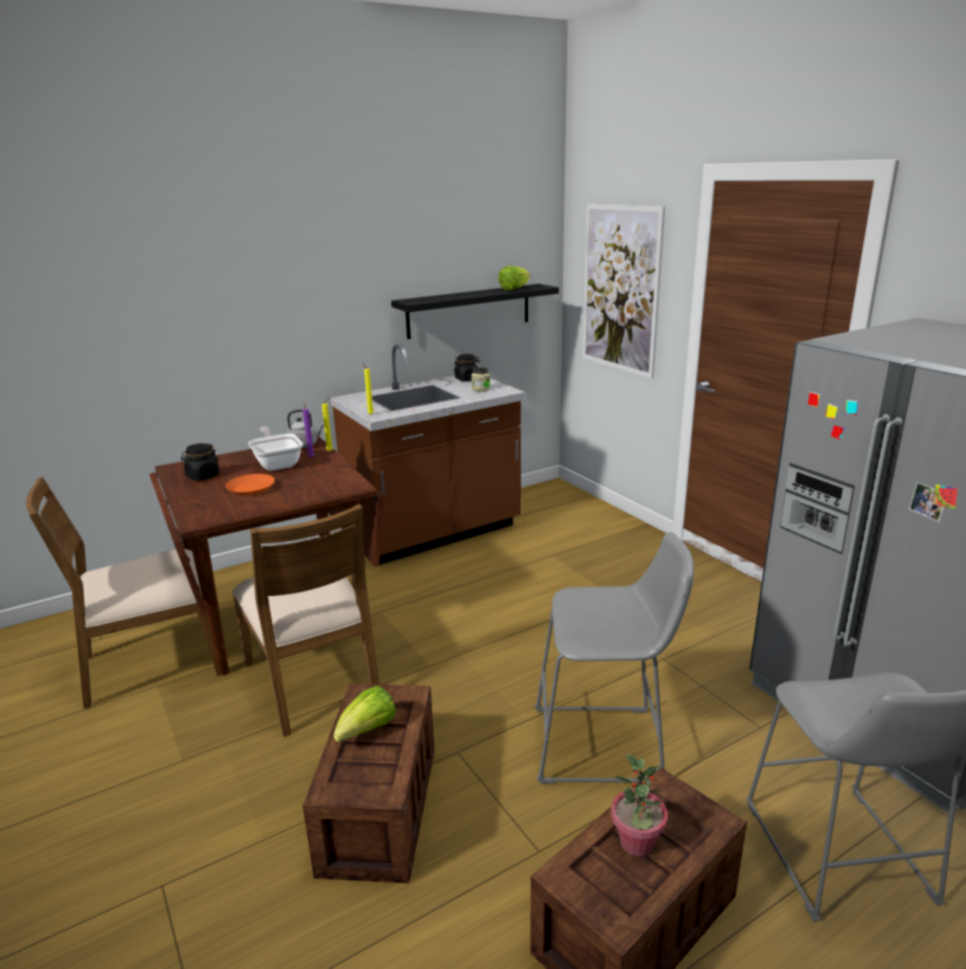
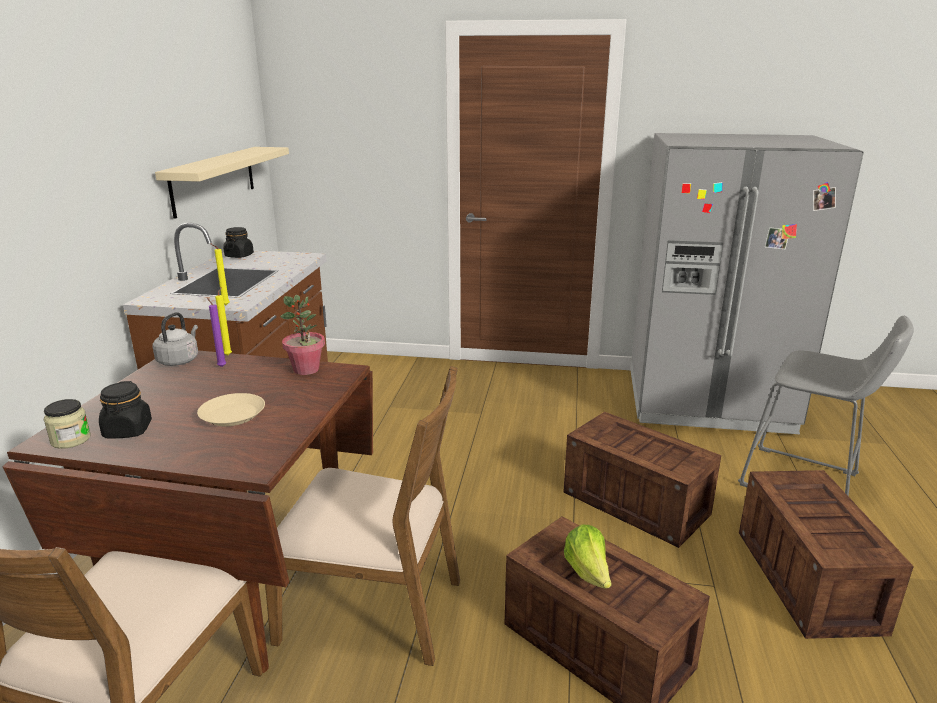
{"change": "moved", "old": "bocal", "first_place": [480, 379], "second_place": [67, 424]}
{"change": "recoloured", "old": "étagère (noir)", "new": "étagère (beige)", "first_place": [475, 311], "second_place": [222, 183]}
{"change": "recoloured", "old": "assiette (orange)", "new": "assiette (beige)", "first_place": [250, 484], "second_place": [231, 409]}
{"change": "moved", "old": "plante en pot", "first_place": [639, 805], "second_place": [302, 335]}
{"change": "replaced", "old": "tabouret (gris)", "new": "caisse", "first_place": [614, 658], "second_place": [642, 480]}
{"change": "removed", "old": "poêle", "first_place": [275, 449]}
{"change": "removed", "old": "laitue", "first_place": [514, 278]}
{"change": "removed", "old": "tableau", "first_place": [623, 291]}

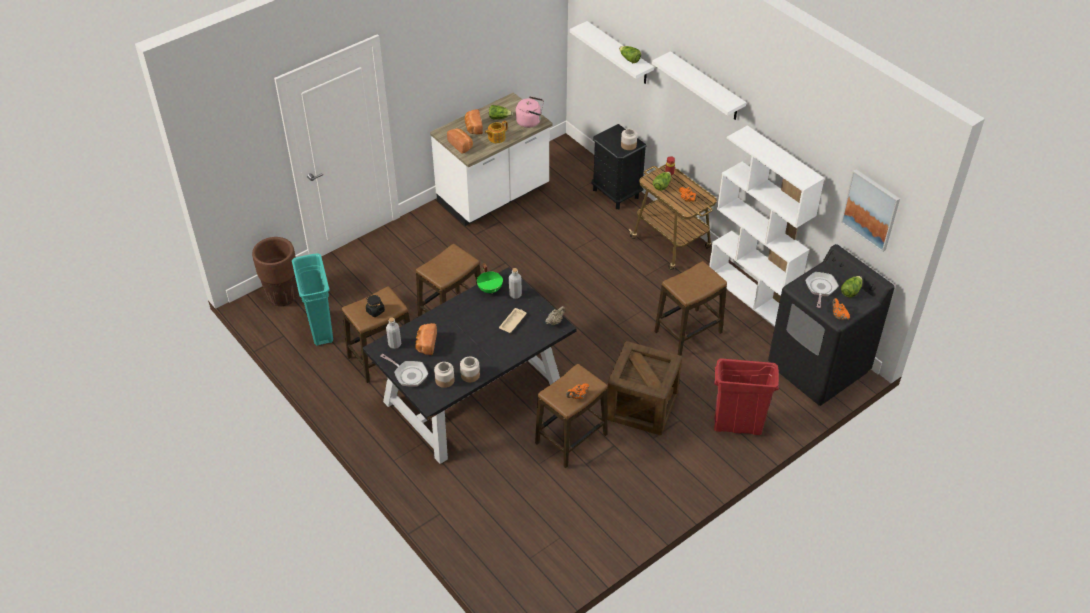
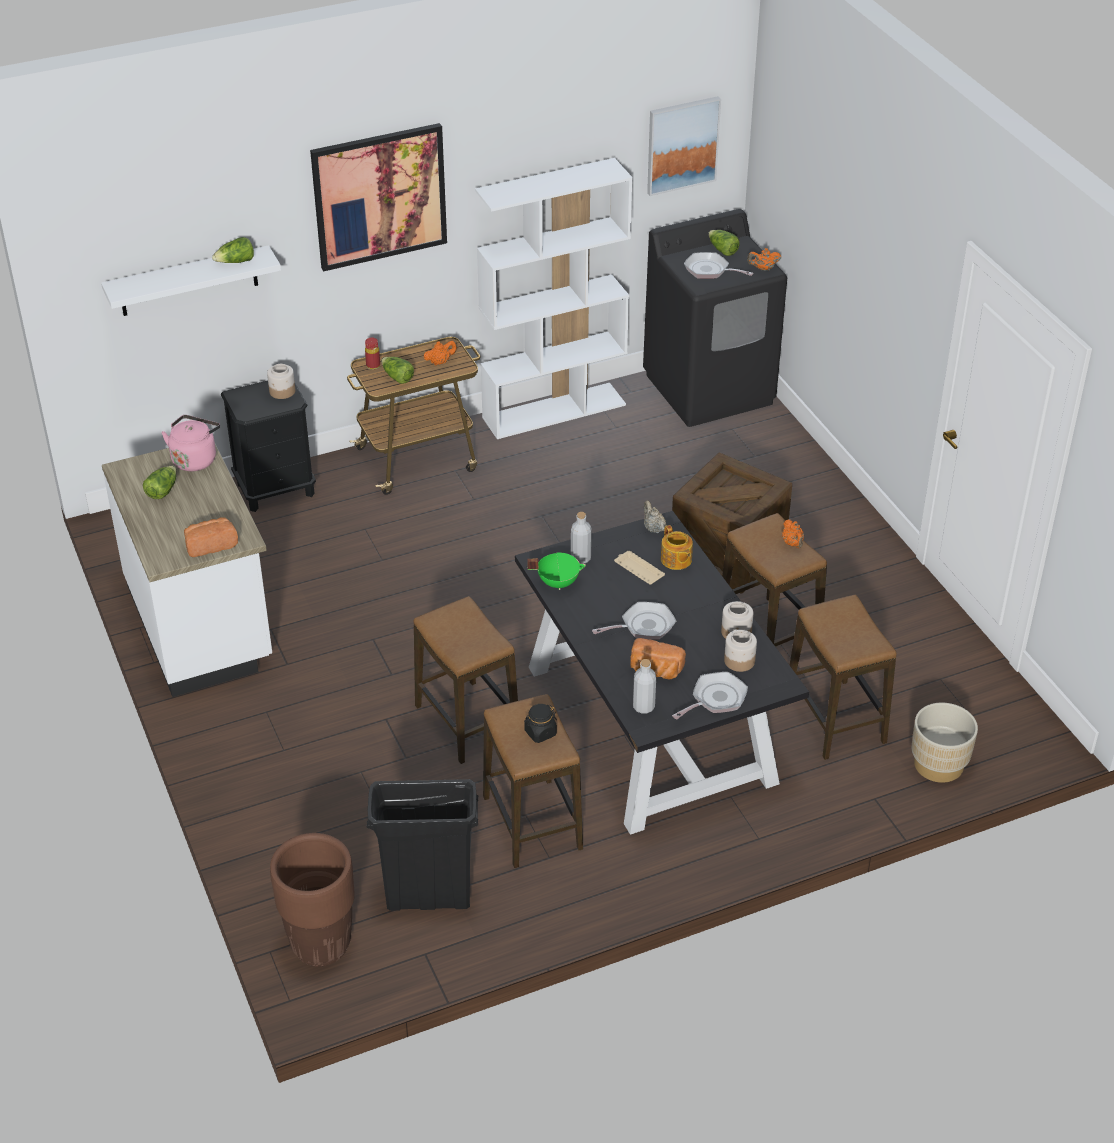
{"change": "replaced", "old": "étagère (blanc)", "new": "tableau", "first_place": [699, 85], "second_place": [378, 197]}
{"change": "recoloured", "old": "poubelle (turquoise)", "new": "poubelle (noir)", "first_place": [312, 299], "second_place": [422, 845]}
{"change": "added", "new": "poêle", "second_place": [634, 621]}
{"change": "moved", "old": "théière", "first_place": [496, 132], "second_place": [677, 547]}
{"change": "moved", "old": "tabouret", "first_place": [690, 308], "second_place": [843, 677]}
{"change": "added", "new": "cache-pot (beige)", "second_place": [945, 743]}
{"change": "removed", "old": "pain", "first_place": [473, 122]}
{"change": "removed", "old": "poubelle (rouge)", "first_place": [746, 396]}

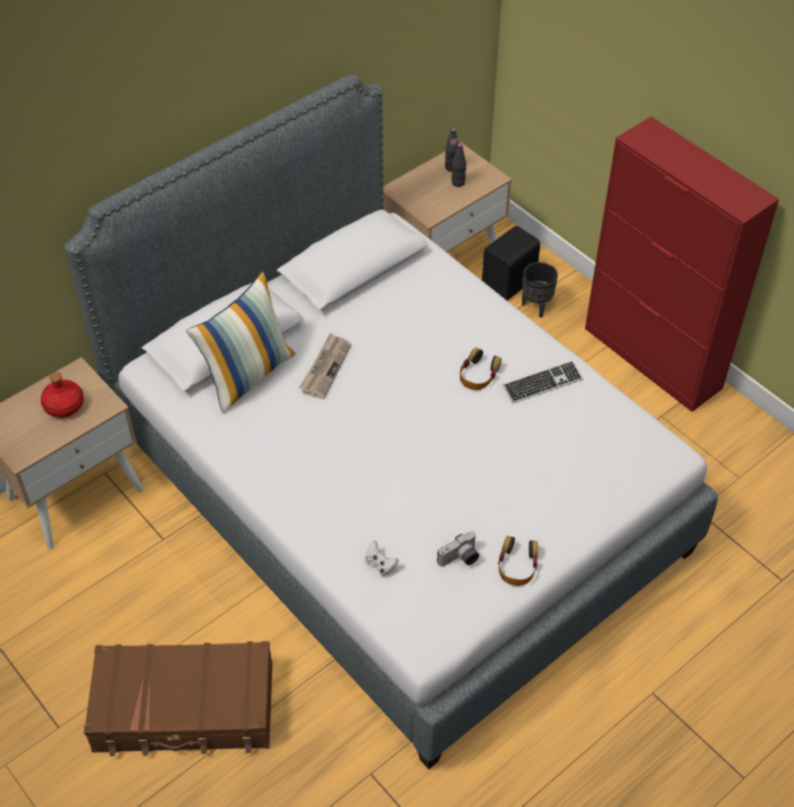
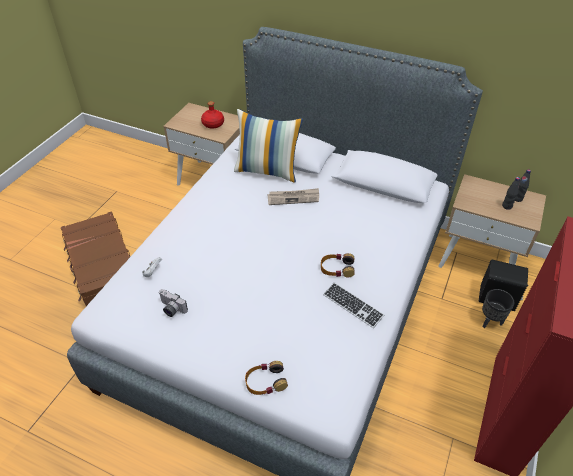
{"change": "moved", "old": "casque audio", "first_place": [518, 561], "second_place": [266, 378]}

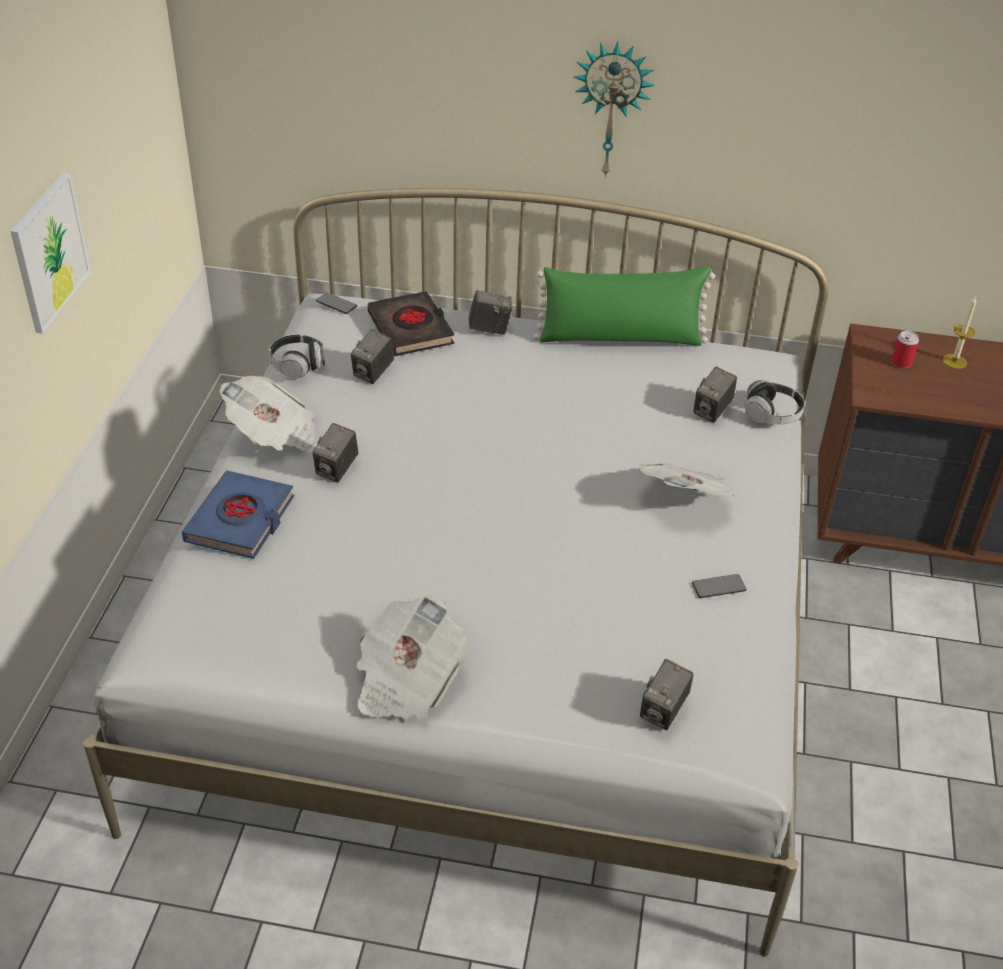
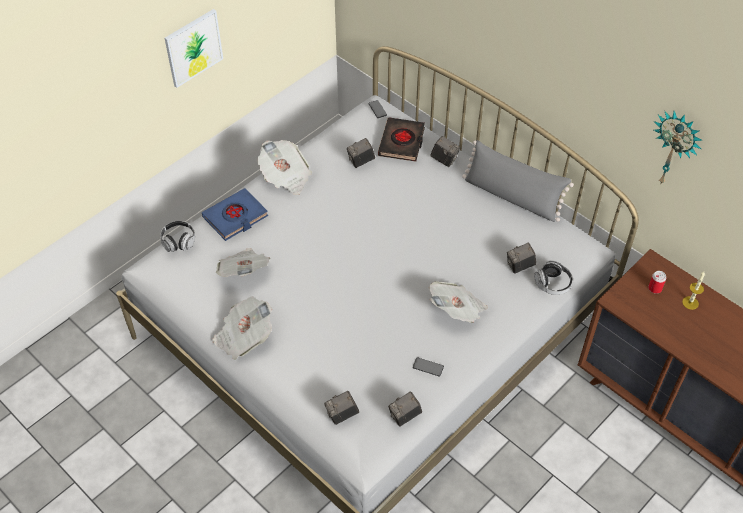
{"change": "moved", "old": "casque audio", "first_place": [297, 356], "second_place": [177, 236]}
{"change": "added", "new": "journal", "second_place": [243, 262]}
{"change": "moved", "old": "appareil photo", "first_place": [335, 452], "second_place": [405, 409]}
{"change": "recoloured", "old": "coussin (vert)", "new": "coussin (gris)", "first_place": [624, 306], "second_place": [518, 181]}
{"change": "moved", "old": "horloge murale", "first_place": [614, 109], "second_place": [678, 148]}

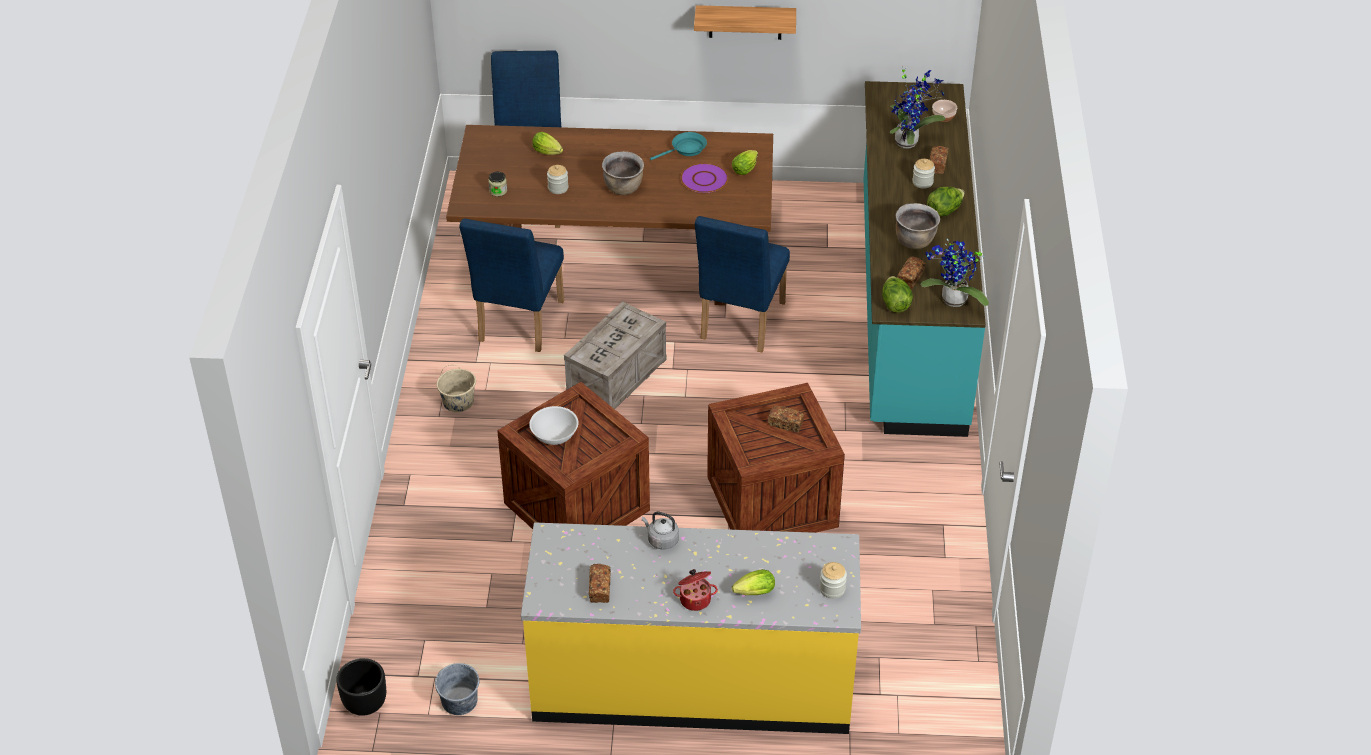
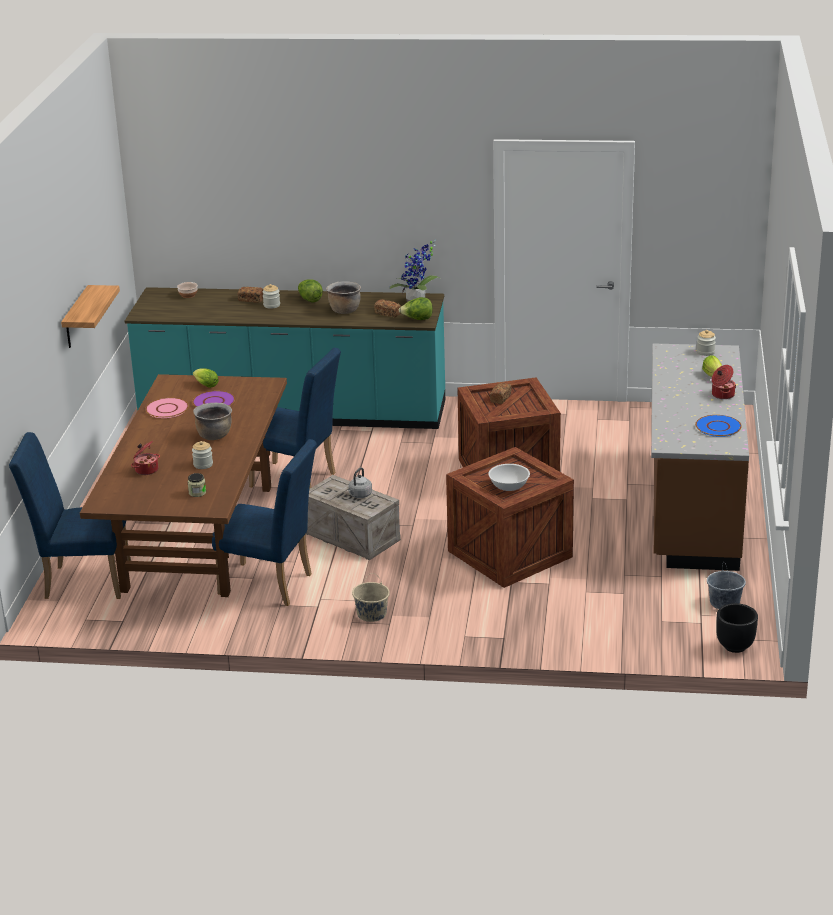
{"change": "replaced", "old": "laitue", "new": "marmite", "first_place": [547, 143], "second_place": [145, 458]}
{"change": "replaced", "old": "poêle (turquoise)", "new": "assiette (rose)", "first_place": [678, 146], "second_place": [166, 408]}
{"change": "moved", "old": "bouilloire (gris)", "first_place": [660, 530], "second_place": [360, 482]}
{"change": "recoloured", "old": "comptoir de cuisine (jaune)", "new": "comptoir de cuisine (marron)", "first_place": [691, 628], "second_place": [700, 457]}
{"change": "replaced", "old": "pain", "new": "assiette (bleu)", "first_place": [600, 583], "second_place": [718, 426]}
{"change": "removed", "old": "plante en pot", "first_place": [917, 106]}

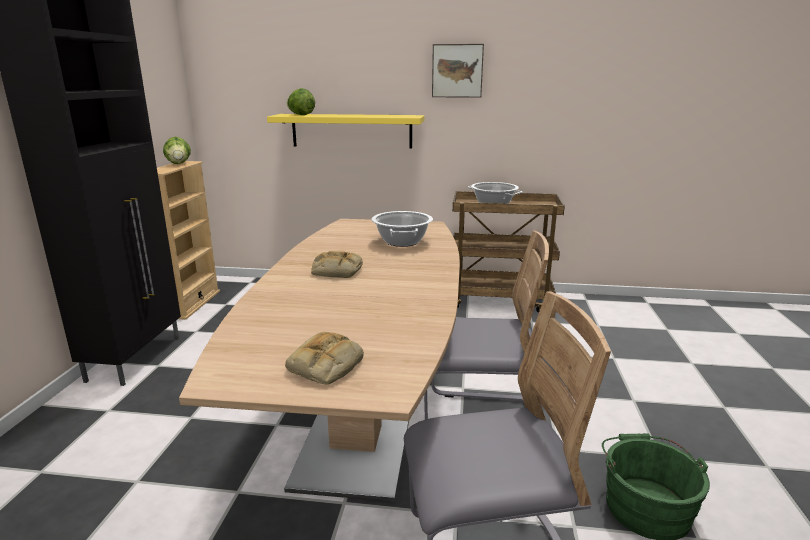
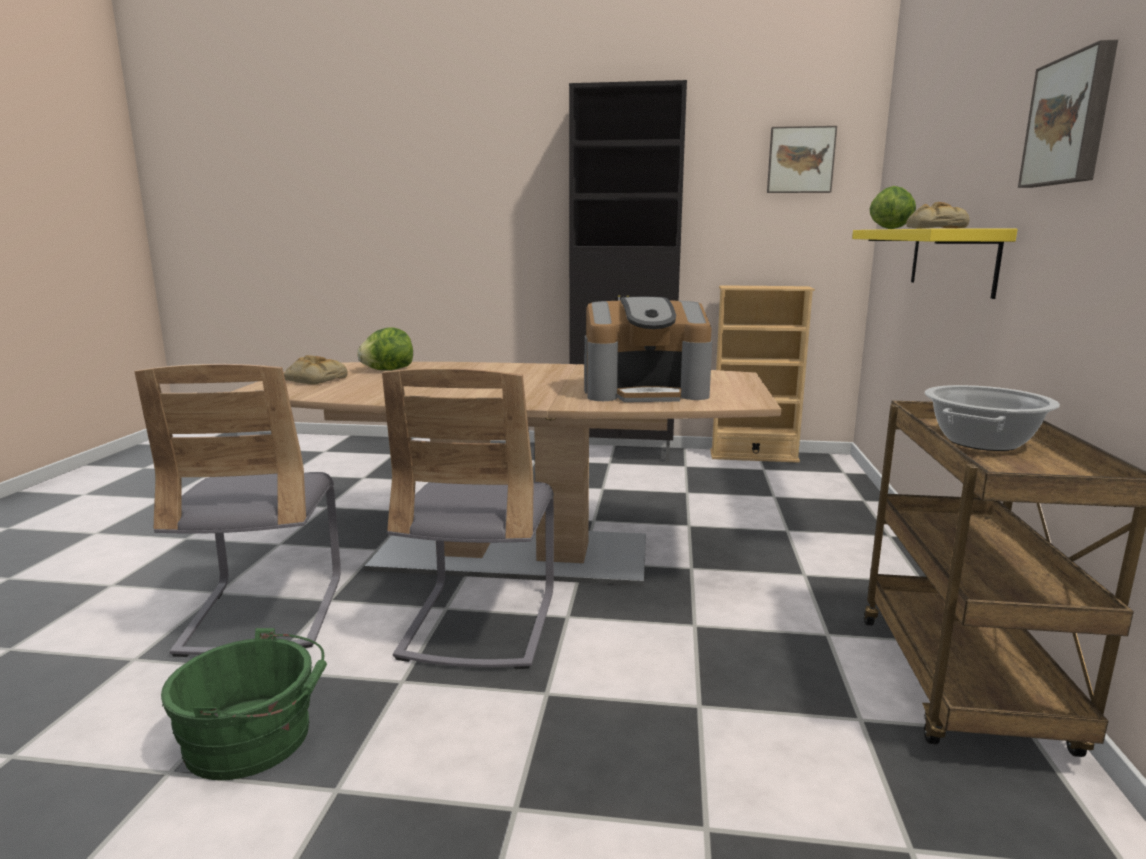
{"change": "moved", "old": "laitue", "first_place": [177, 150], "second_place": [385, 348]}
{"change": "replaced", "old": "marmite", "new": "machine à café", "first_place": [402, 229], "second_place": [648, 349]}
{"change": "added", "new": "tableau", "second_place": [802, 159]}
{"change": "moved", "old": "pain", "first_place": [337, 264], "second_place": [938, 215]}

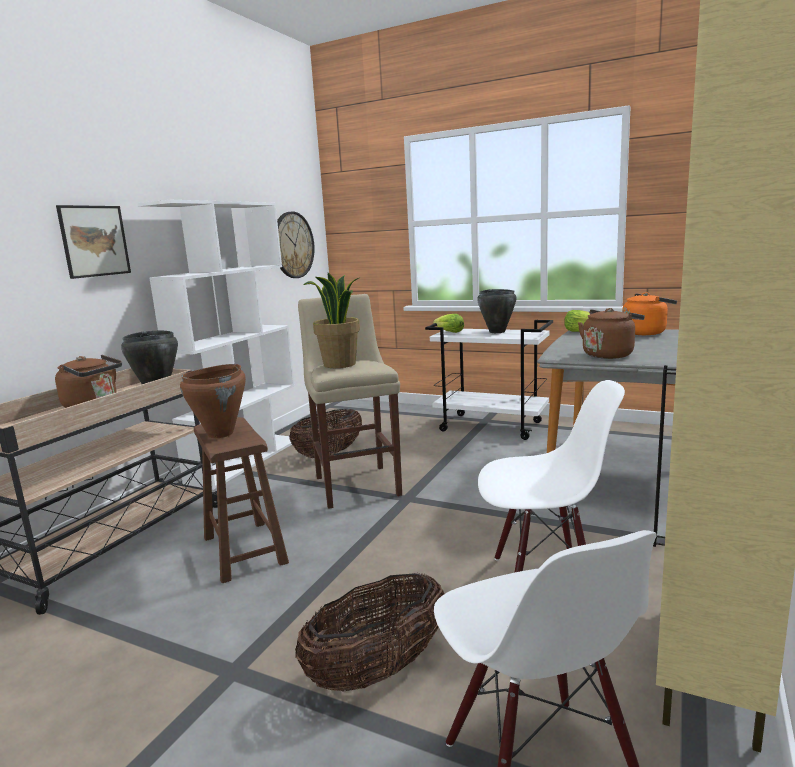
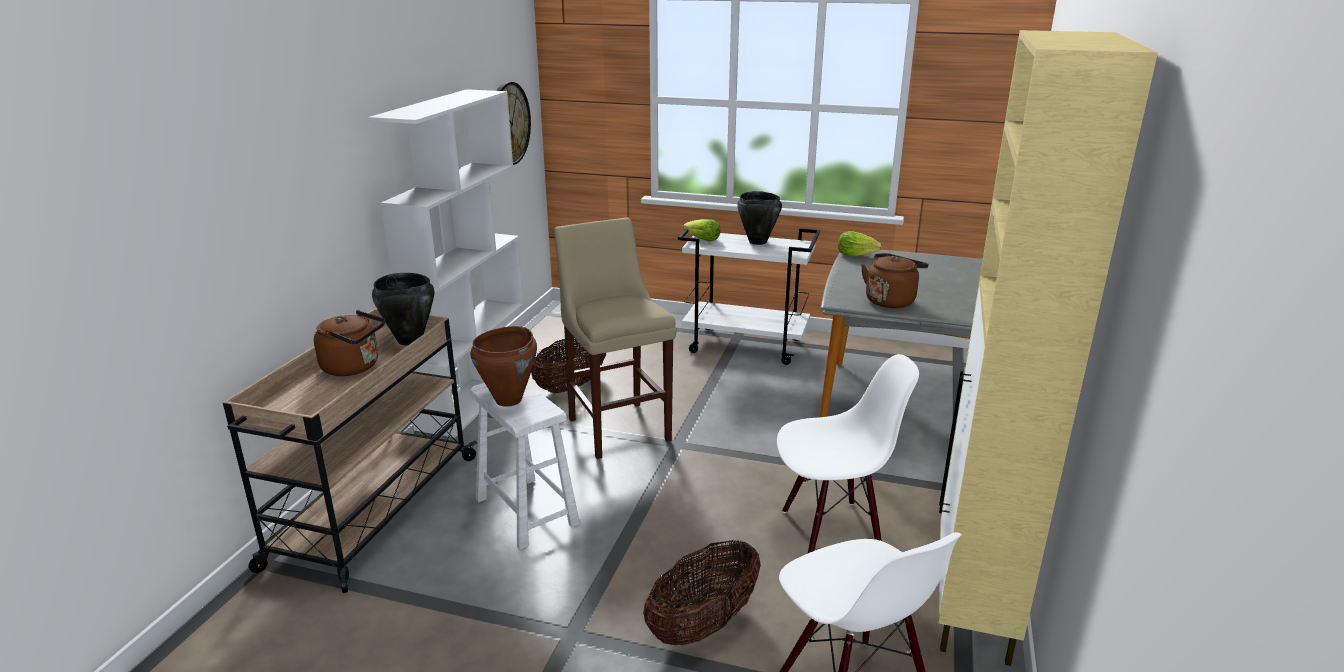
{"change": "recoloured", "old": "tabouret (marron)", "new": "tabouret (blanc)", "first_place": [241, 500], "second_place": [524, 466]}
{"change": "removed", "old": "tableau", "first_place": [93, 242]}
{"change": "removed", "old": "plante en pot", "first_place": [331, 320]}
{"change": "removed", "old": "bouilloire (orange)", "first_place": [649, 313]}

